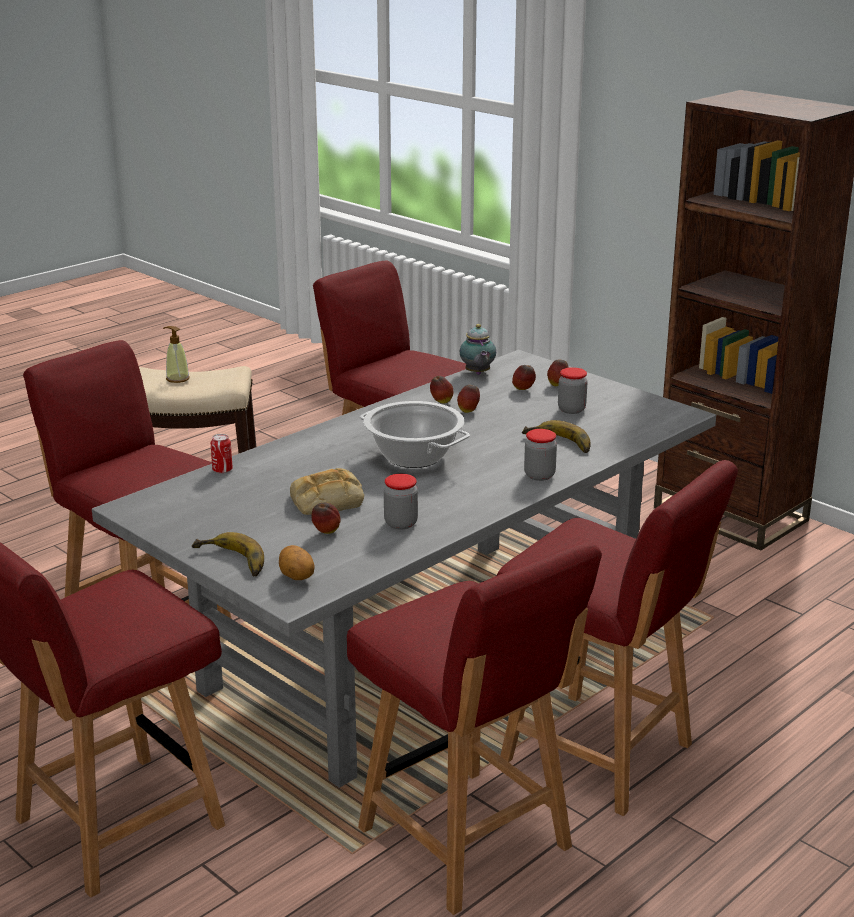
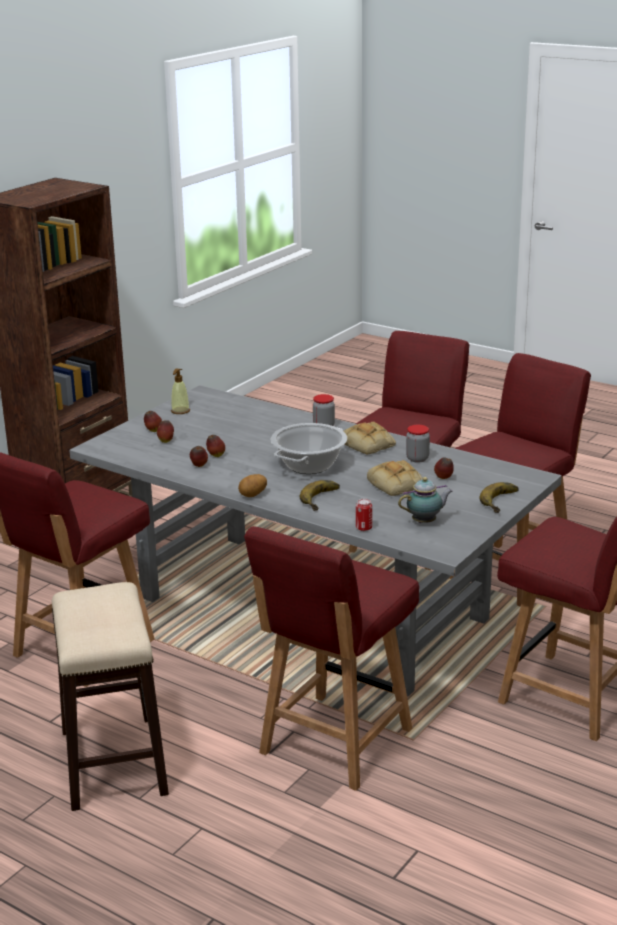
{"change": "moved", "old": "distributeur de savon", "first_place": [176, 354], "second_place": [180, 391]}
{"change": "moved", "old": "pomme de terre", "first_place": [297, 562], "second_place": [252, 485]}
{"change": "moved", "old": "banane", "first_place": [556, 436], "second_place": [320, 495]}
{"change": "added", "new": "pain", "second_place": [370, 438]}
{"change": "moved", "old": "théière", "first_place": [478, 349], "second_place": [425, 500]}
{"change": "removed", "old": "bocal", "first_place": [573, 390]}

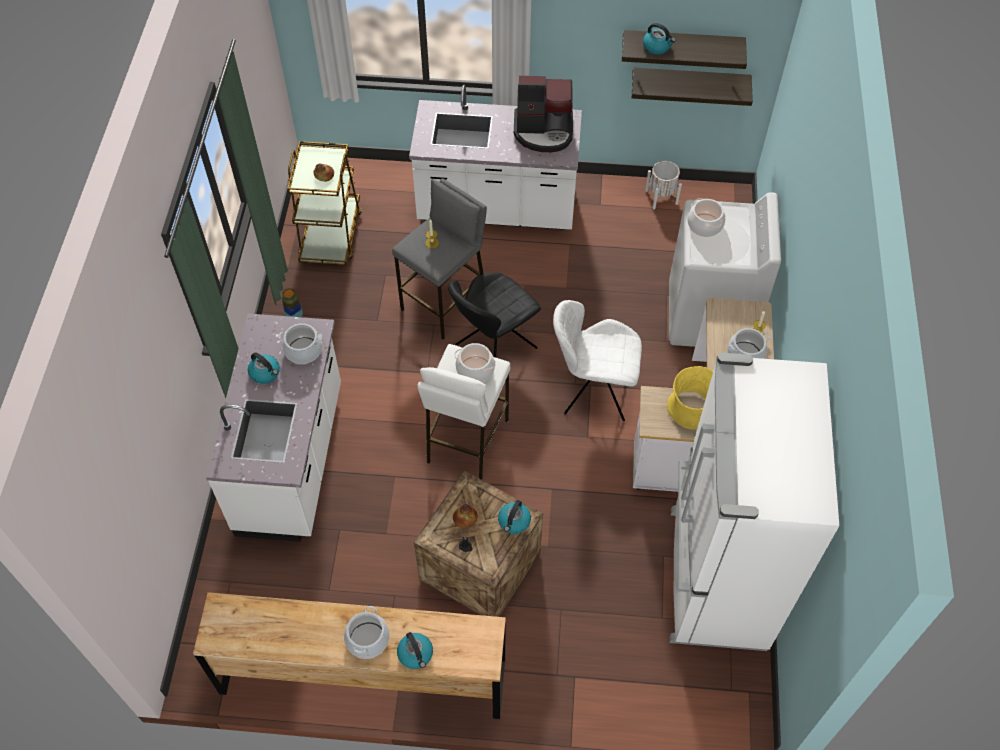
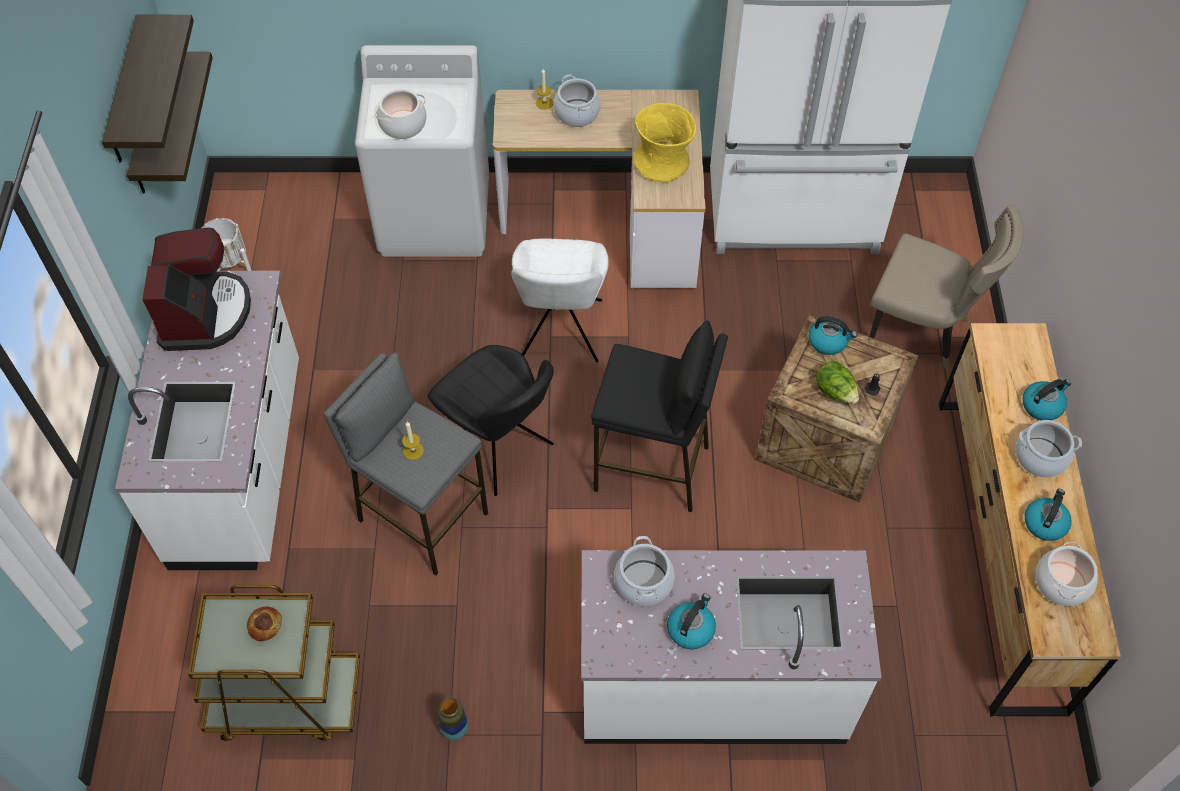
{"change": "recoloured", "old": "tabouret (blanc)", "new": "tabouret (noir)", "first_place": [464, 412], "second_place": [659, 416]}
{"change": "replaced", "old": "pain", "new": "laitue", "first_place": [465, 516], "second_place": [837, 382]}
{"change": "added", "new": "chaise (beige)", "second_place": [946, 287]}
{"change": "moved", "old": "bouilloire", "first_place": [659, 38], "second_place": [1048, 515]}
{"change": "moved", "old": "marmite", "first_place": [475, 362], "second_place": [1066, 574]}

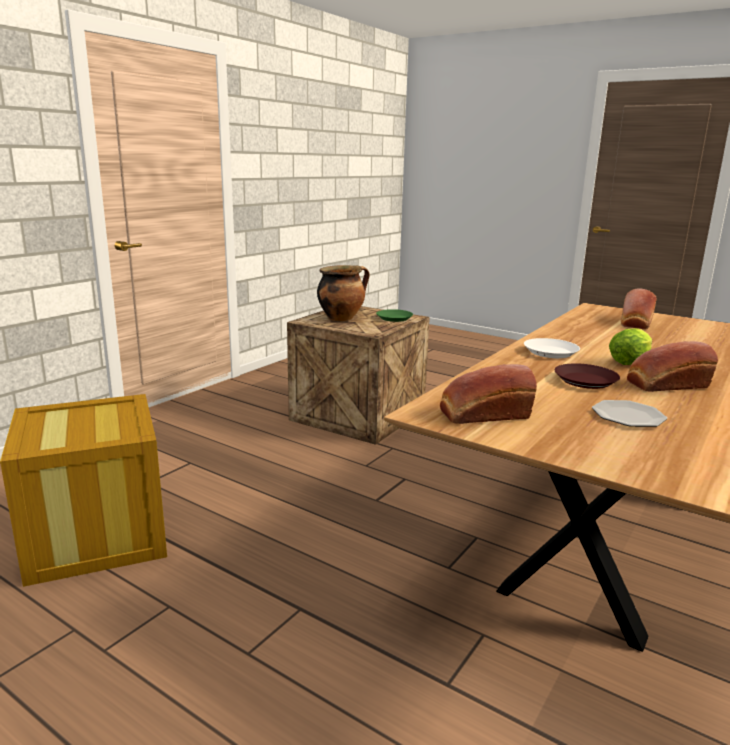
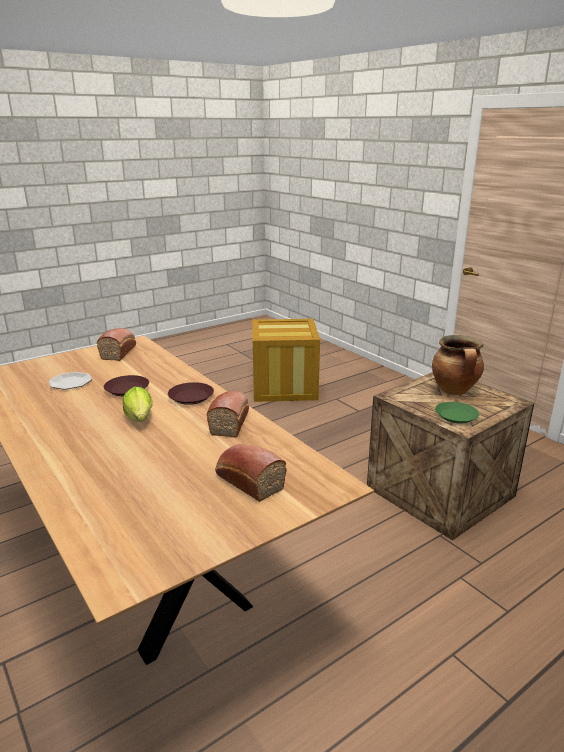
{"change": "recoloured", "old": "assiette (blanc)", "new": "assiette (marron)", "first_place": [552, 348], "second_place": [191, 393]}
{"change": "moved", "old": "pain", "first_place": [672, 366], "second_place": [228, 414]}

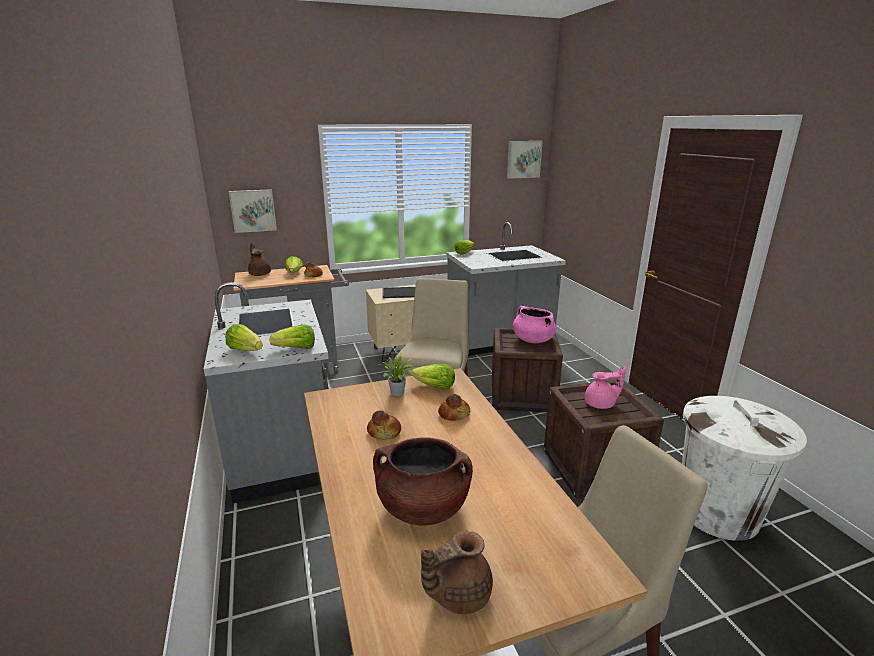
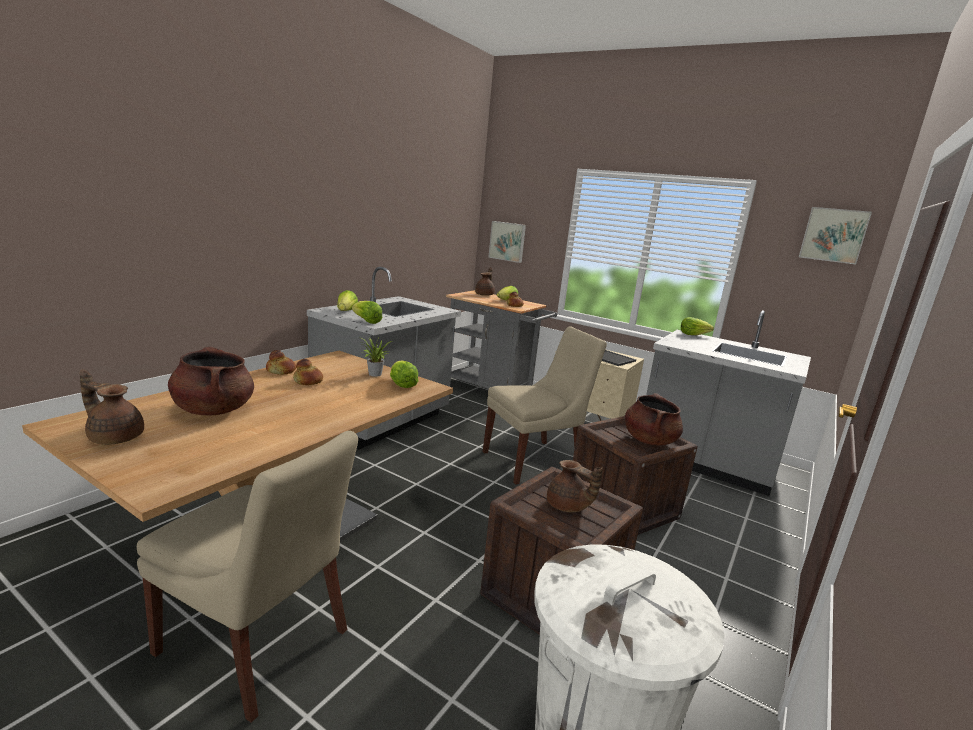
{"change": "moved", "old": "pain", "first_place": [454, 407], "second_place": [281, 362]}
{"change": "recoloured", "old": "théière (rose)", "new": "théière (marron)", "first_place": [605, 387], "second_place": [575, 486]}
{"change": "recoloured", "old": "marmite (rose)", "new": "marmite (marron)", "first_place": [534, 324], "second_place": [654, 419]}

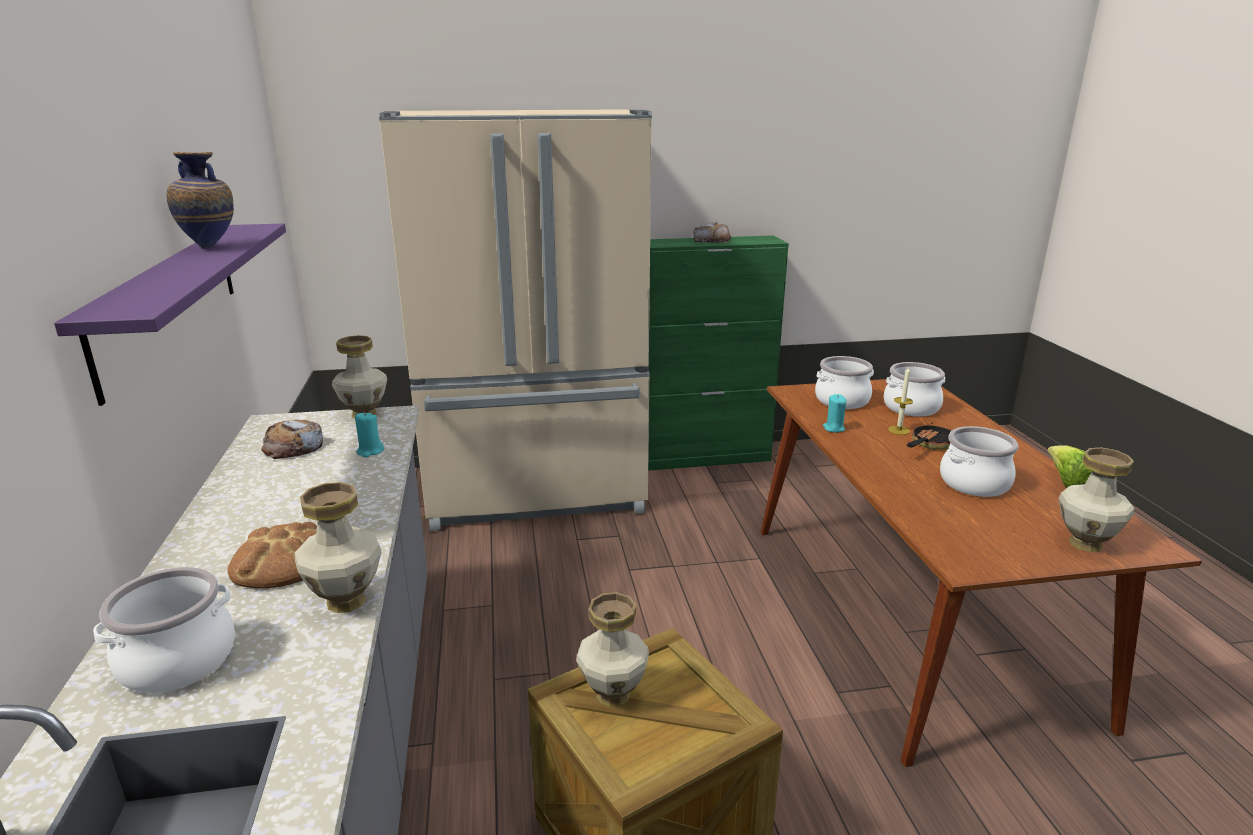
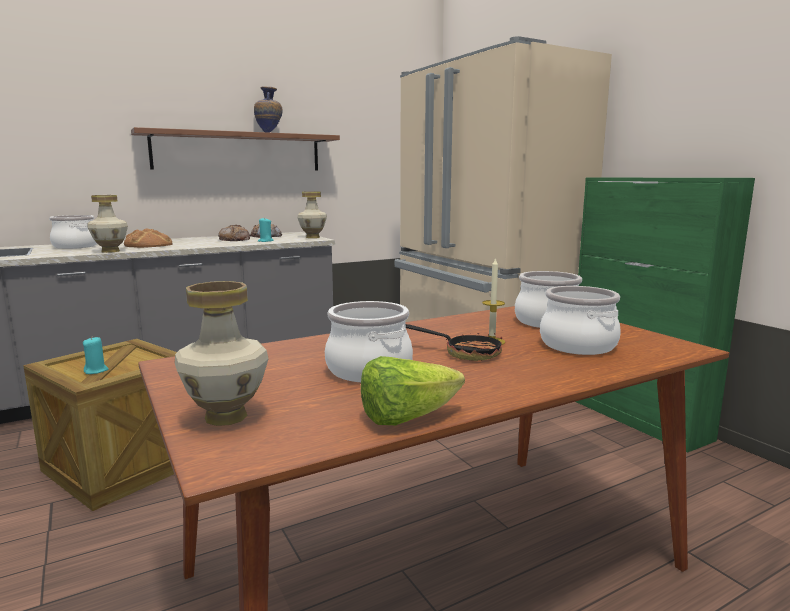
{"change": "moved", "old": "bougie (turquoise)", "first_place": [834, 413], "second_place": [96, 355]}
{"change": "recoloured", "old": "étagère (violet)", "new": "étagère (marron)", "first_place": [170, 315], "second_place": [235, 148]}
{"change": "moved", "old": "pain", "first_place": [712, 232], "second_place": [234, 233]}
{"change": "removed", "old": "vase", "first_place": [612, 649]}

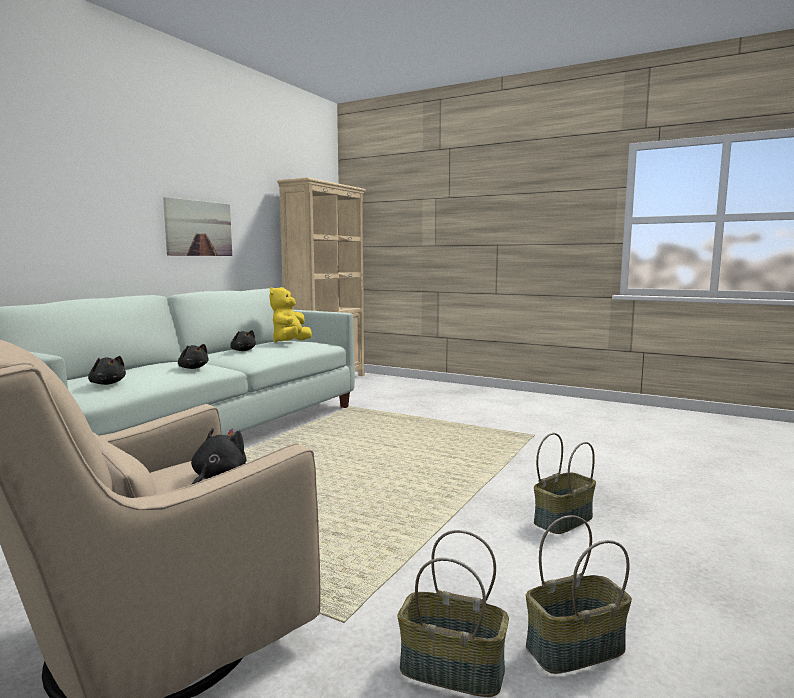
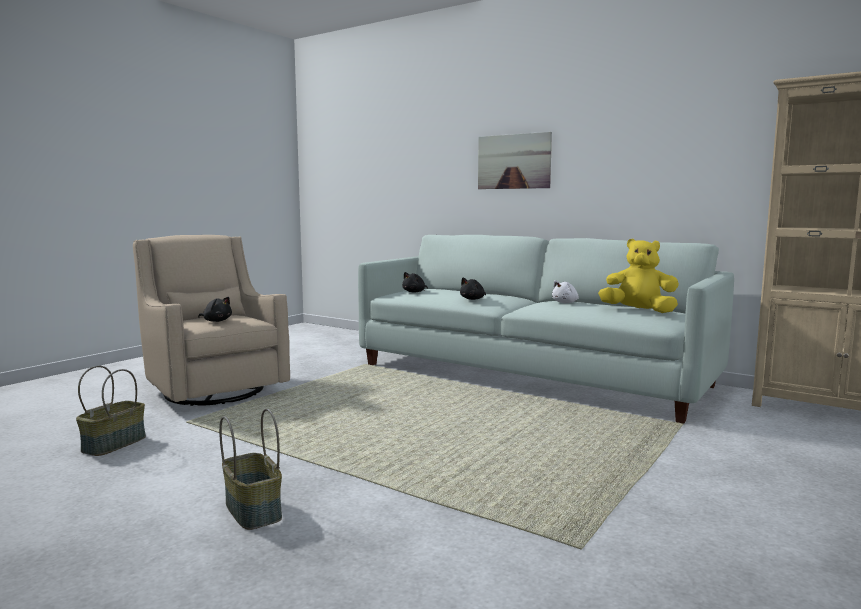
{"change": "moved", "old": "tableau", "first_place": [197, 226], "second_place": [515, 160]}
{"change": "recoloured", "old": "peluche (noir)", "new": "peluche (blanc)", "first_place": [243, 340], "second_place": [565, 291]}
{"change": "removed", "old": "panier", "first_place": [579, 594]}

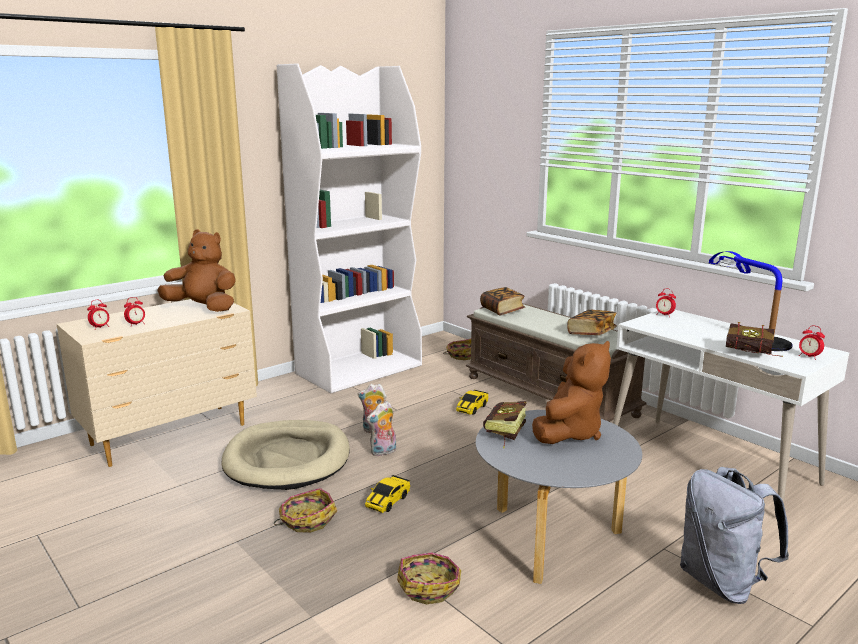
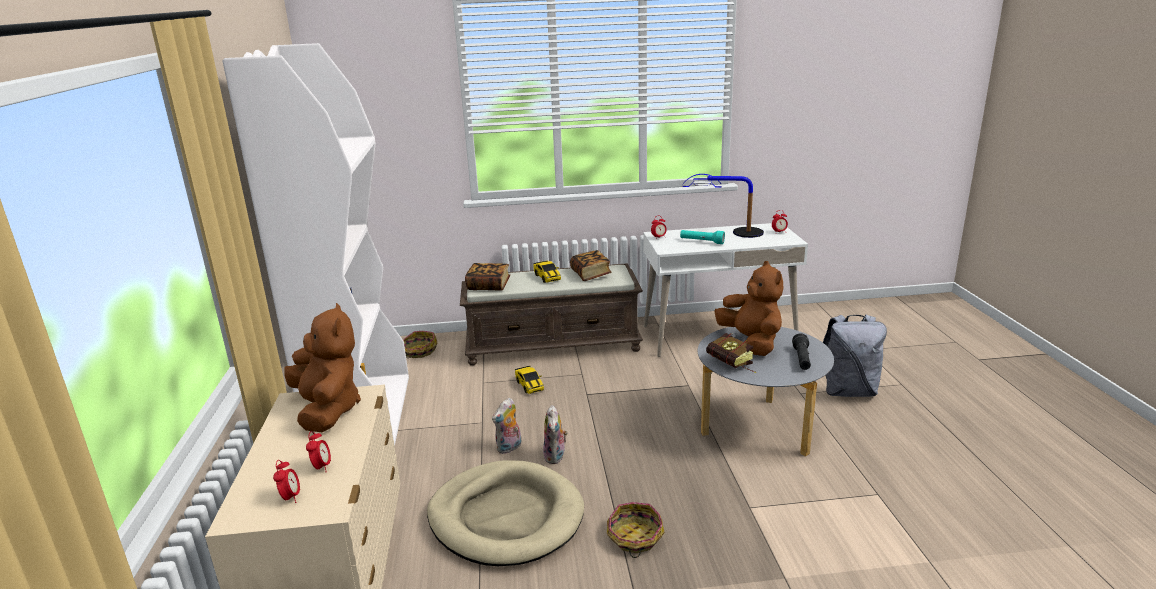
{"change": "turned", "old": "peluche (marron)", "first_place": [196, 270], "second_place": [322, 367], "degrees": 105}
{"change": "moved", "old": "petite voiture", "first_place": [387, 494], "second_place": [547, 272]}
{"change": "added", "new": "lampe de poche (turquoise)", "second_place": [702, 237]}
{"change": "added", "new": "lampe de poche (noir)", "second_place": [801, 351]}
{"change": "removed", "old": "panier", "first_place": [429, 578]}
{"change": "removed", "old": "livre", "first_place": [753, 339]}

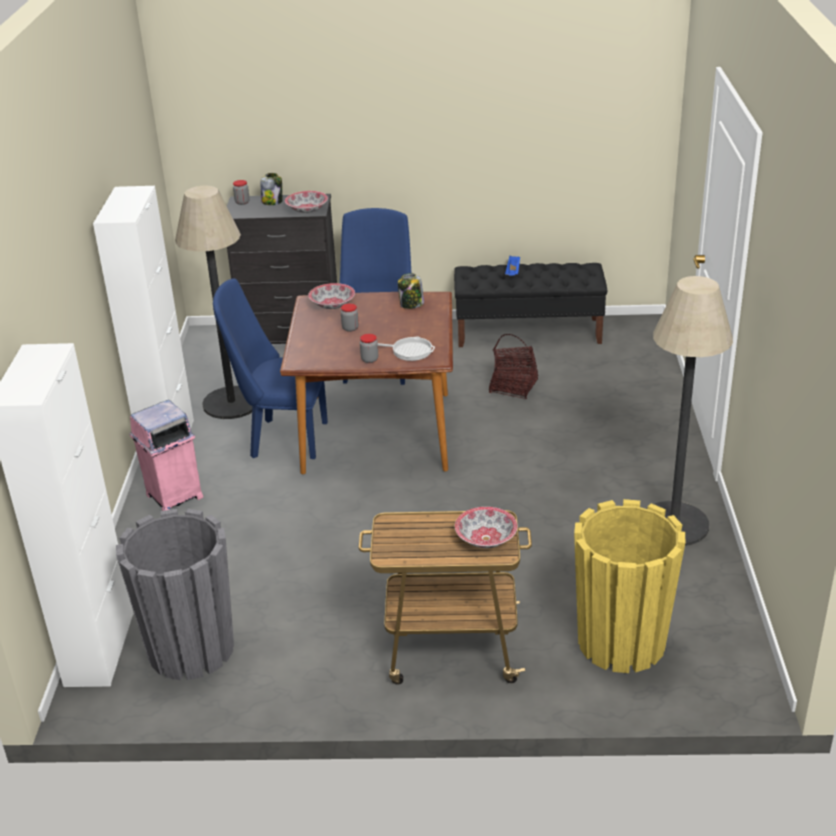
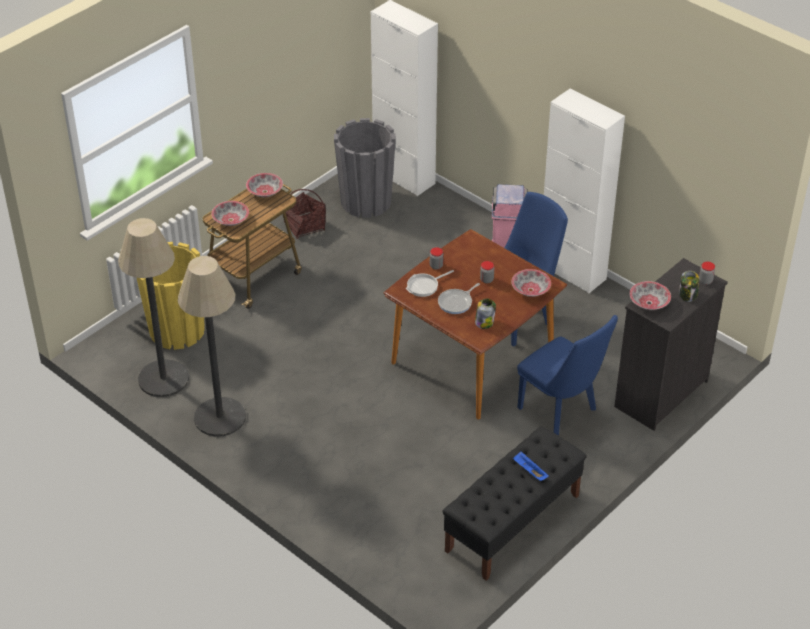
{"change": "moved", "old": "lampadaire", "first_place": [213, 302], "second_place": [153, 307]}
{"change": "added", "new": "bol", "second_place": [264, 185]}
{"change": "moved", "old": "panier", "first_place": [513, 366], "second_place": [305, 214]}
{"change": "added", "new": "poêle", "second_place": [459, 298]}

